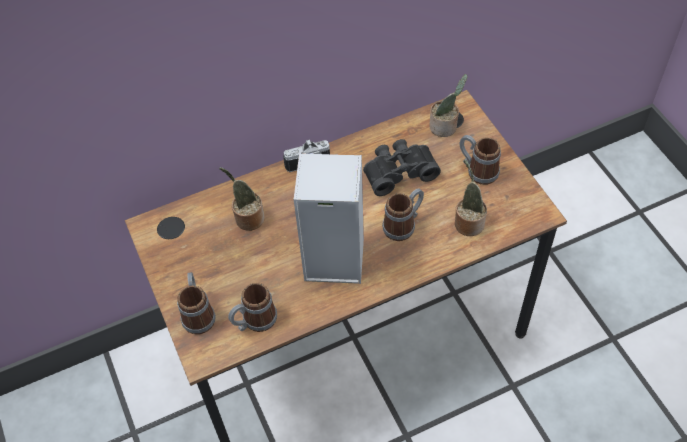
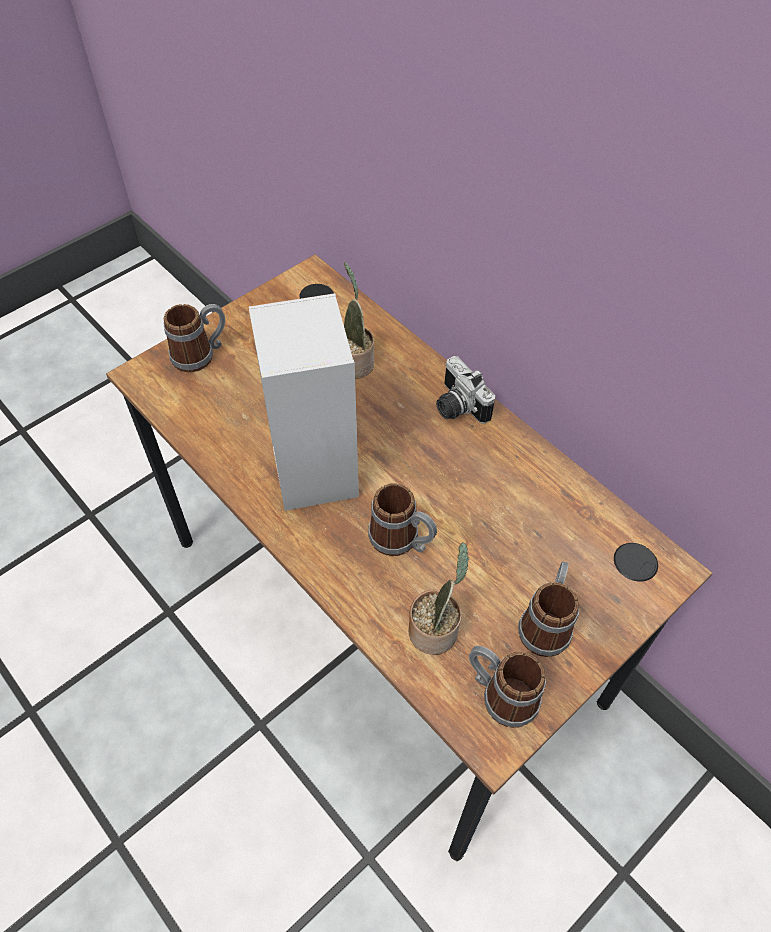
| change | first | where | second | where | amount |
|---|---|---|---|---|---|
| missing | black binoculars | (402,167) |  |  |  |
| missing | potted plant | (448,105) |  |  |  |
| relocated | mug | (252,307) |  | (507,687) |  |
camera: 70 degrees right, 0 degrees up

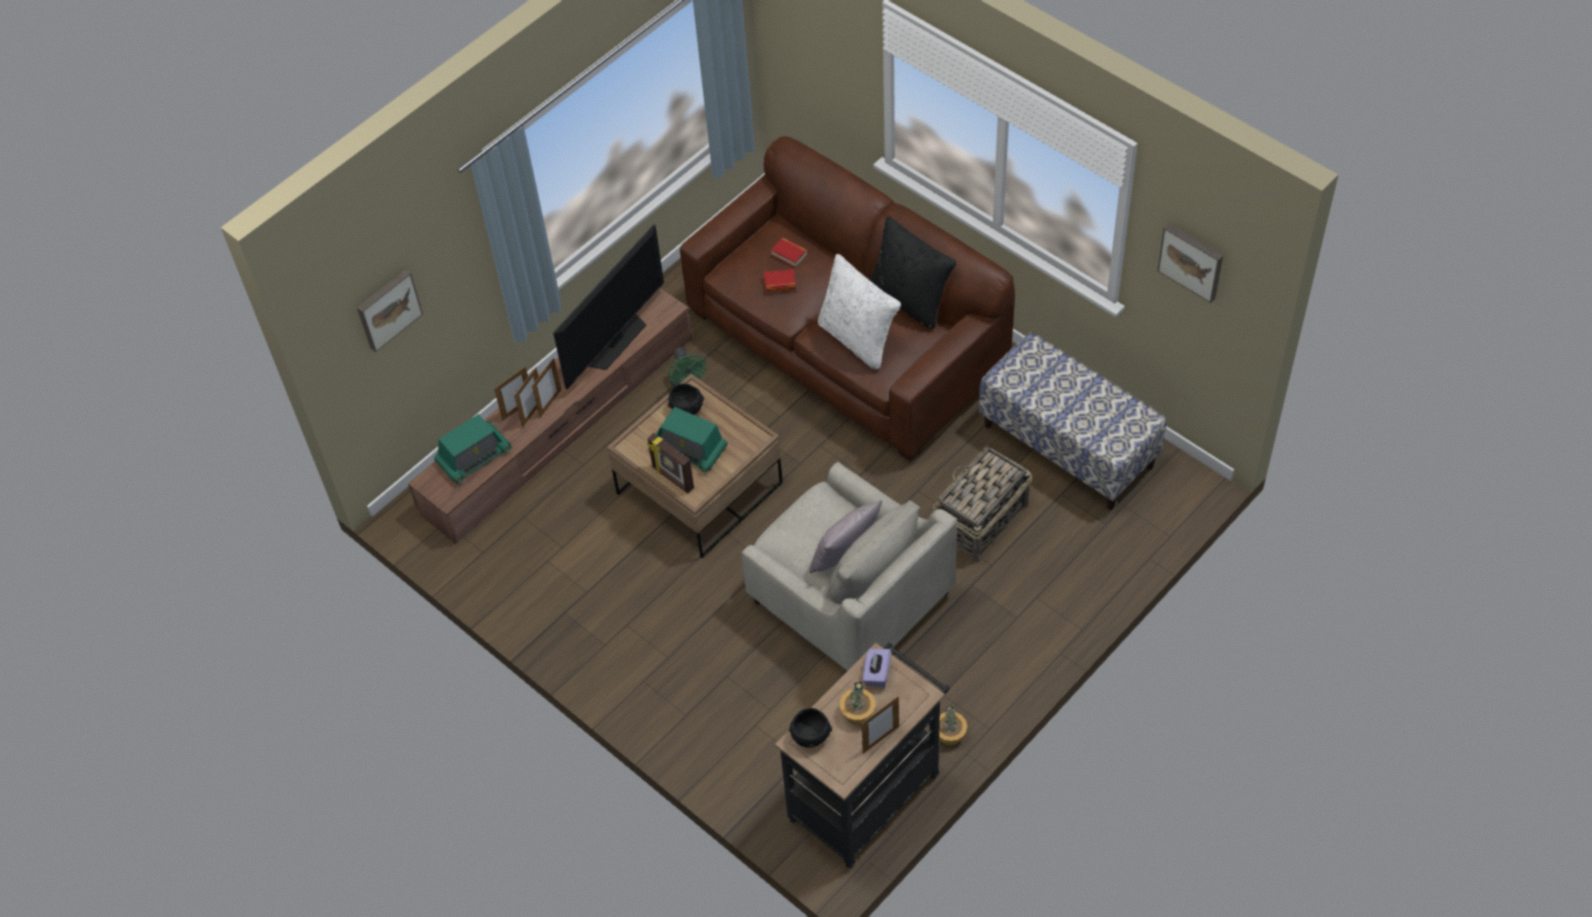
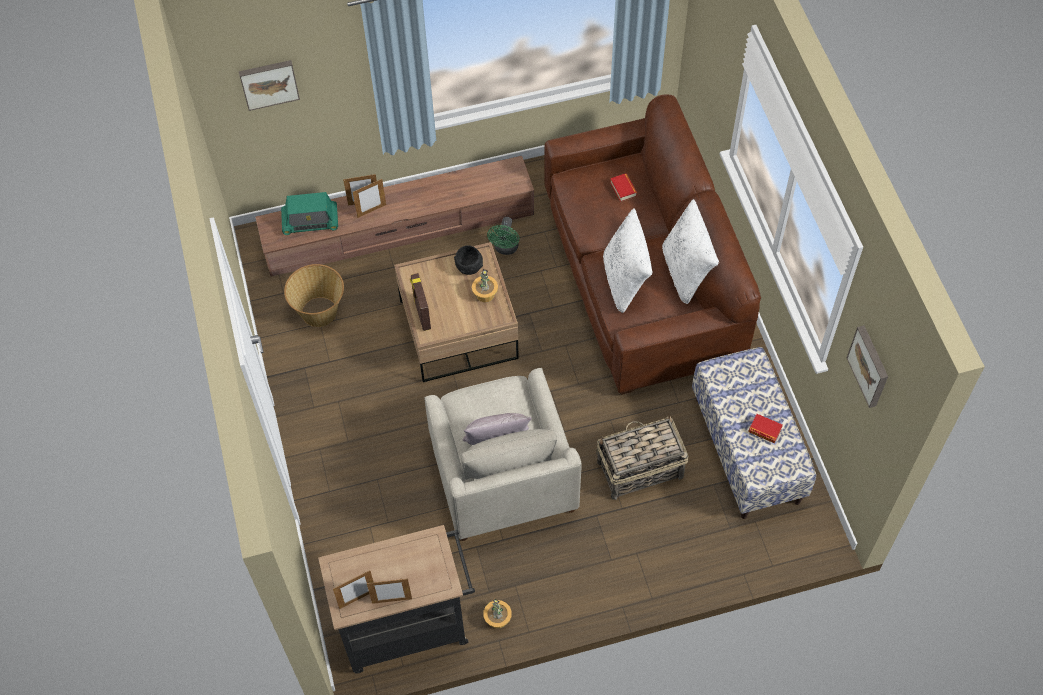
| change | first | where | second | where | amount |
|---|---|---|---|---|---|
| missing | television | (608,307) |  |  |  |
| missing | radio | (692,439) |  |  |  |
| missing | black bowl | (810,728) |  |  |  |
| missing | purple tissue box | (877,668) |  |  |  |
| appeared |  |  | basket | (314,295) |  |
| relocated | picture frame | (546,388) |  | (353,589) |  |
| relocated | book | (780,281) |  | (765,428) |  |
| relocated | potted plant | (858,703) |  | (485,285) |  |
| colour | black pillow | (913,273) | white pillow | (690,251) |  |
camera: 30 degrees right, 5 degrees up

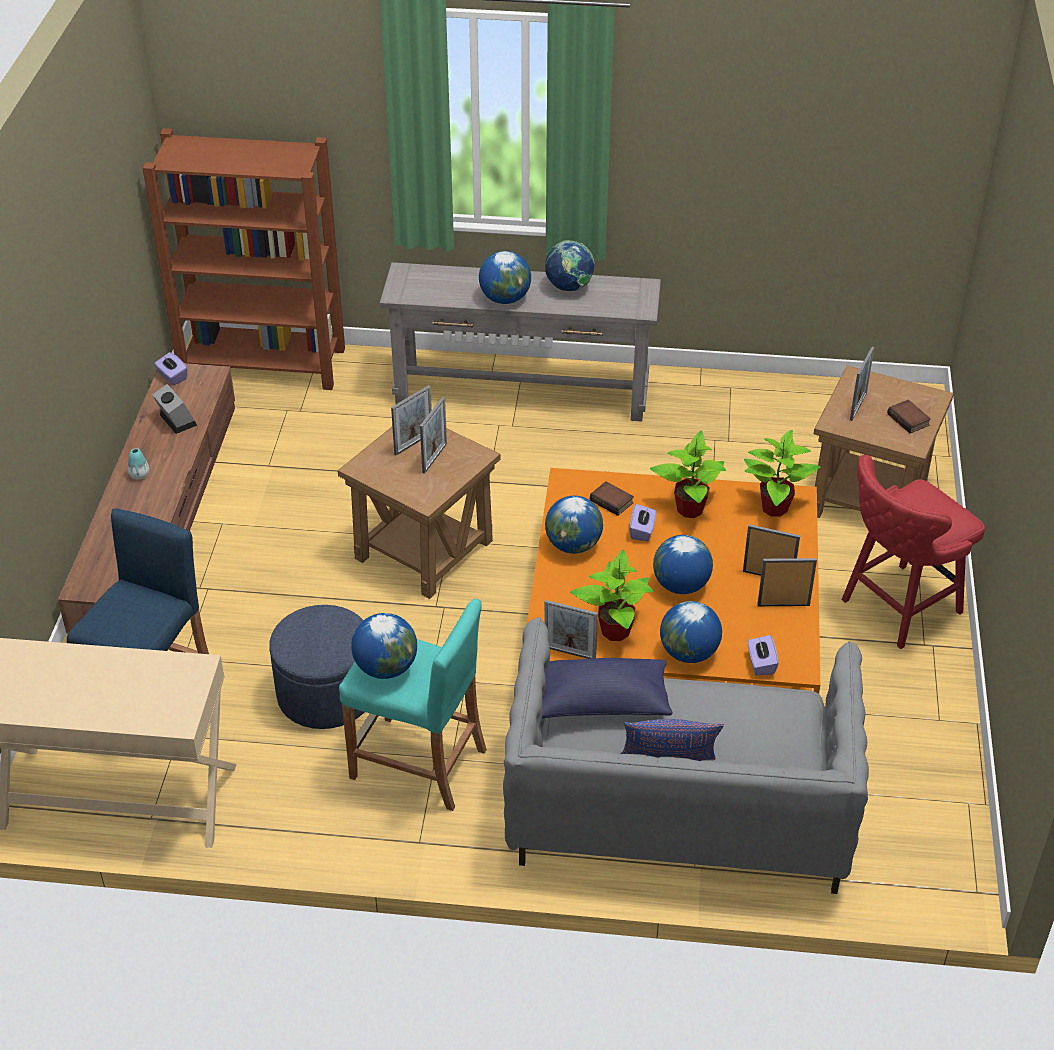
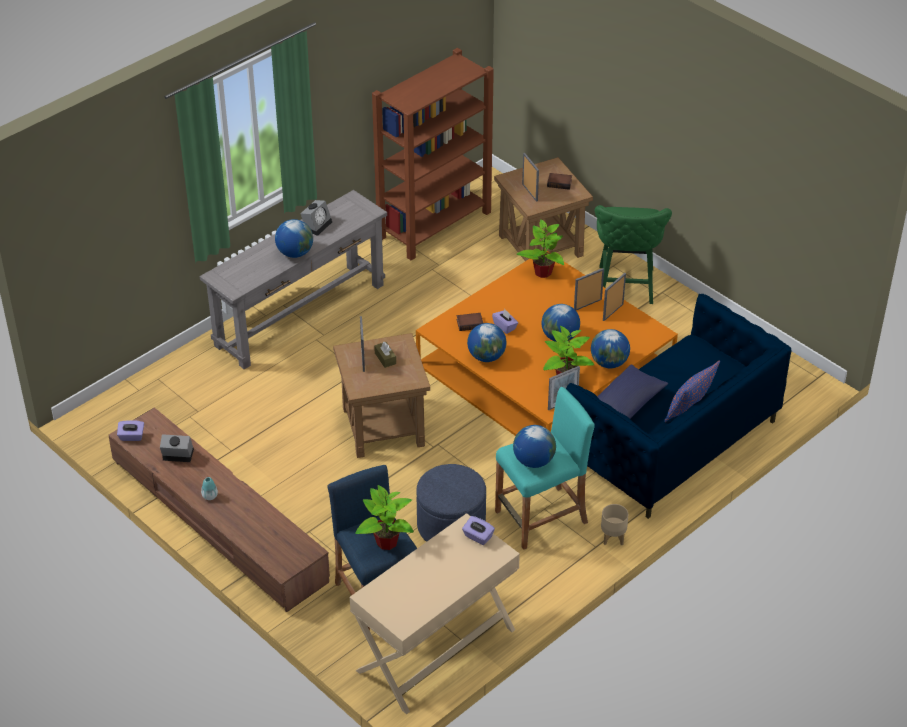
| change | first | where | second | where | amount |
|---|---|---|---|---|---|
| appeared |  |  | beige planter | (614,524) |  |
| relocated | brown bookcase | (243,259) |  | (433,154) |  |
| relocated | potted plant | (688,474) |  | (384,517) |  |
| relocated | purple tissue box | (763,655) |  | (478,530) |  |
| exchanged | picture frame | (433,435) | brown tissue box | (385,354) |  |
| exchanged | globe | (570,265) | alarm clock | (316,218) |  |
| colour | grey sofa | (686,755) | blue sofa | (678,406) |  |
| colour | red stool | (913,552) | green stool | (633,254) |  |
camera: 50 degrees left, 0 degrees up

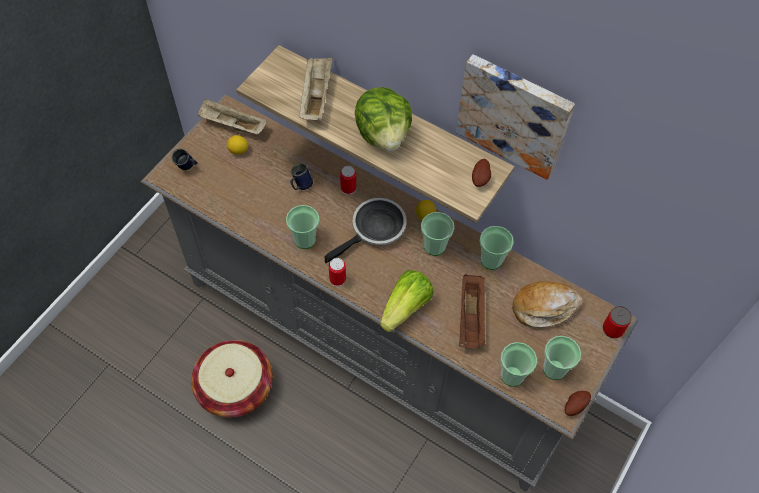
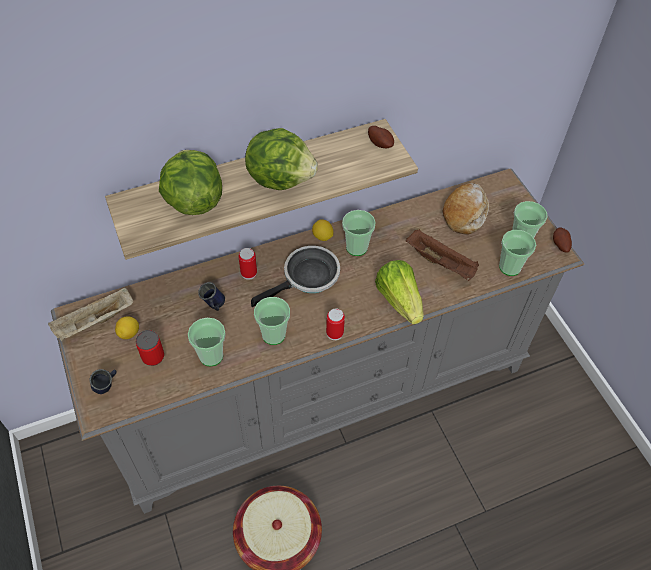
| change | first | where | second | where | amount |
|---|---|---|---|---|---|
| missing | picture | (515,117) |  |  |  |
| relocated | cup | (497,248) |  | (207,342) |  |
| relocated | can | (617,322) |  | (150,348) |  |
| exchanged | beige tray | (316,89) | lettuce | (190,182) |  |
| spun | frying pan | (365,230) |  | (295,276) | 60 degrees clockwise |
camera: 55 degrees left, 5 degrees down

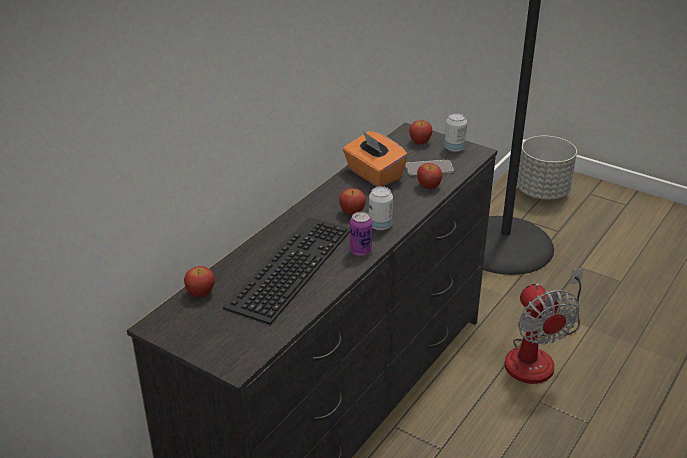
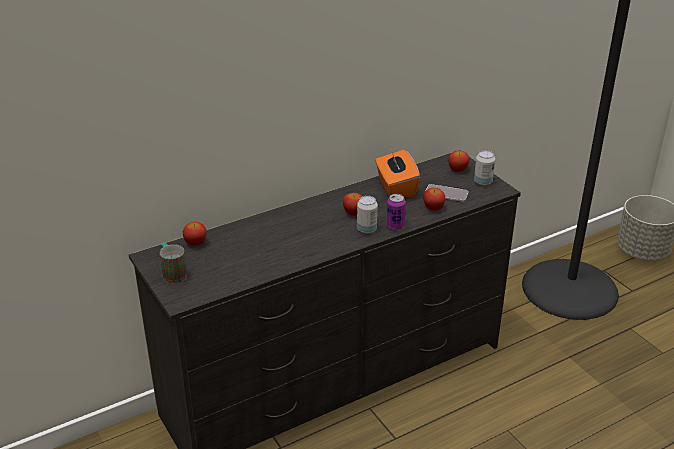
| change | first | where | second | where | amount |
|---|---|---|---|---|---|
| missing | keyboard | (286,271) |  |  |  |
| missing | fan | (544,326) |  |  |  |
| appeared |  |  | mug | (173,263) |  |
| relocated | can | (361,234) |  | (396,212) |  |
camera: 25 degrees right, 0 degrees up

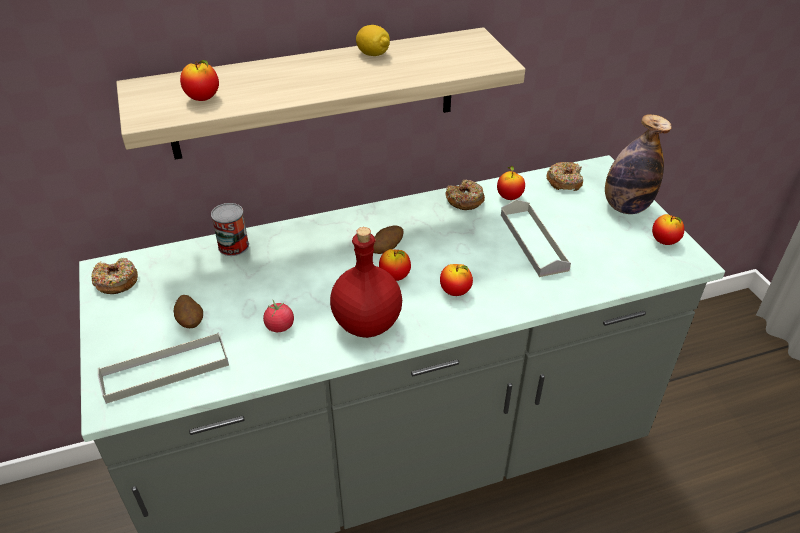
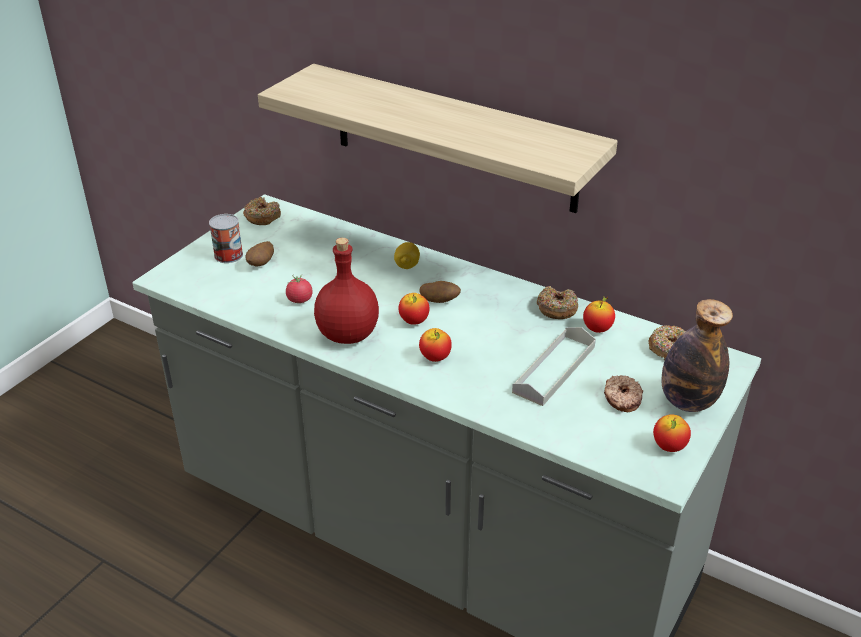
| change | first | where | second | where | amount |
|---|---|---|---|---|---|
| missing | grey tray | (163,368) |  |  |  |
| missing | apple | (199,80) |  |  |  |
| appeared |  |  | donut | (623,393) |  |
| relocated | can | (230,229) |  | (226,238) |  |
| relocated | lemon | (373,40) |  | (407,255) |  |
camera: 50 degrees right, 5 degrees down

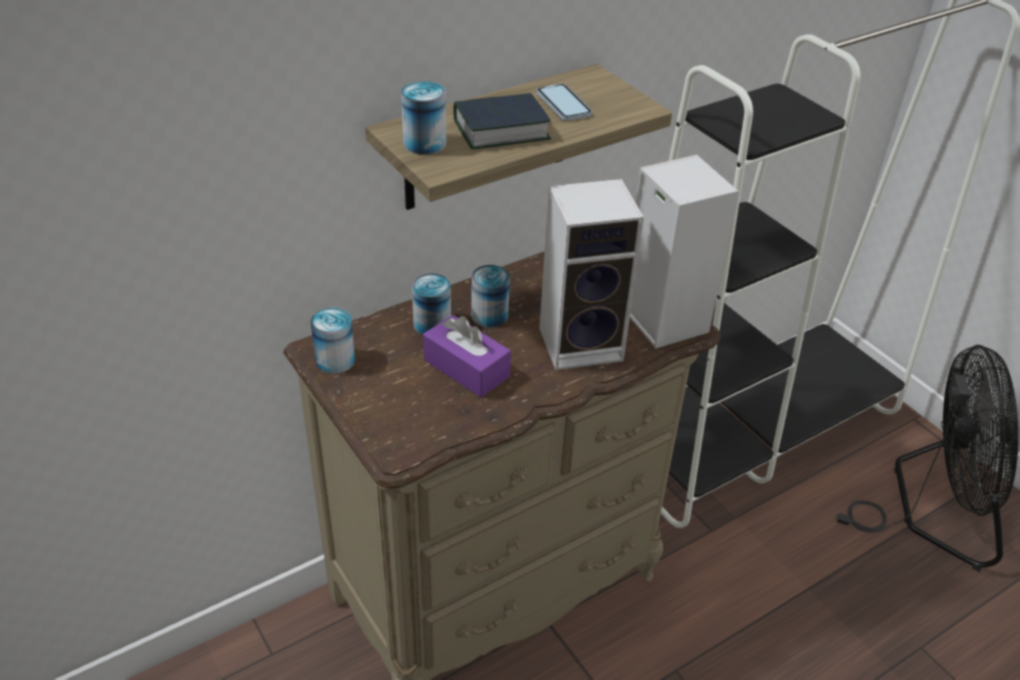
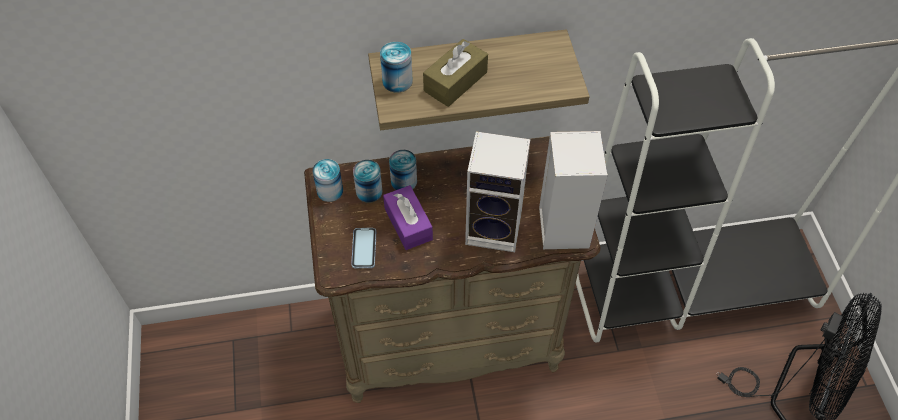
| change | first | where | second | where | amount |
|---|---|---|---|---|---|
| relocated | can | (490,296) |  | (367,181) |  |
| relocated | phone | (564,102) |  | (363,248) |  |
| exchanged | book | (502,121) | brown tissue box | (455,73) |  |
camera: 25 degrees right, 15 degrees up

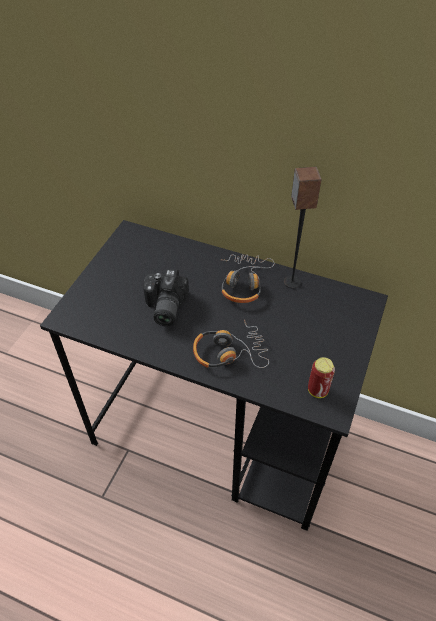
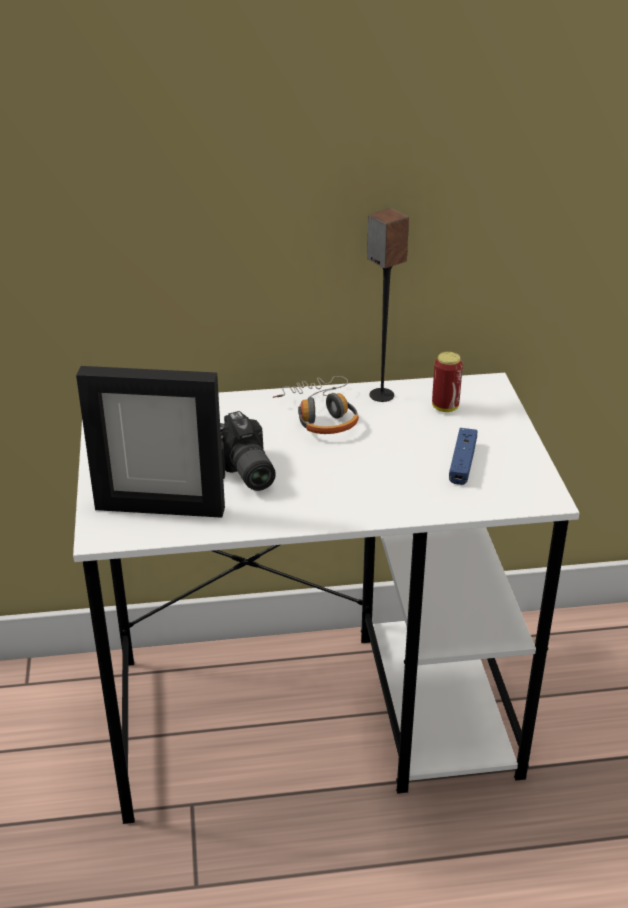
| change | first | where | second | where | amount |
|---|---|---|---|---|---|
| missing | headphones | (231,344) |  |  |  |
| appeared |  |  | picture frame | (150,442) |  |
| appeared |  |  | blue game controller | (463,456) |  |
| relocated | can | (321,377) |  | (447,382) |  |
| colour | black desk | (214,375) | white desk | (326,598) |  |
camera: 30 degrees left, 15 degrees down

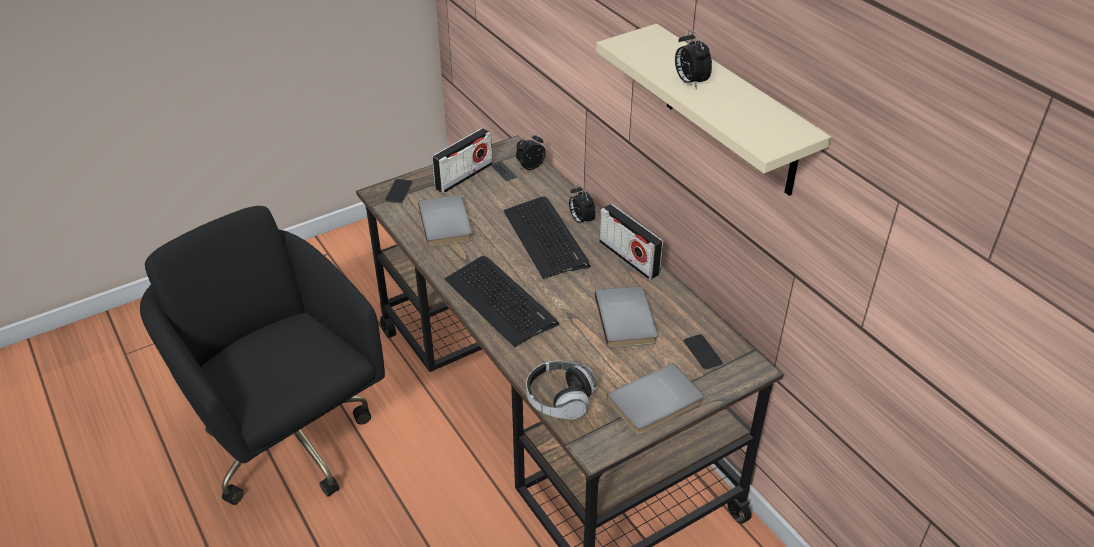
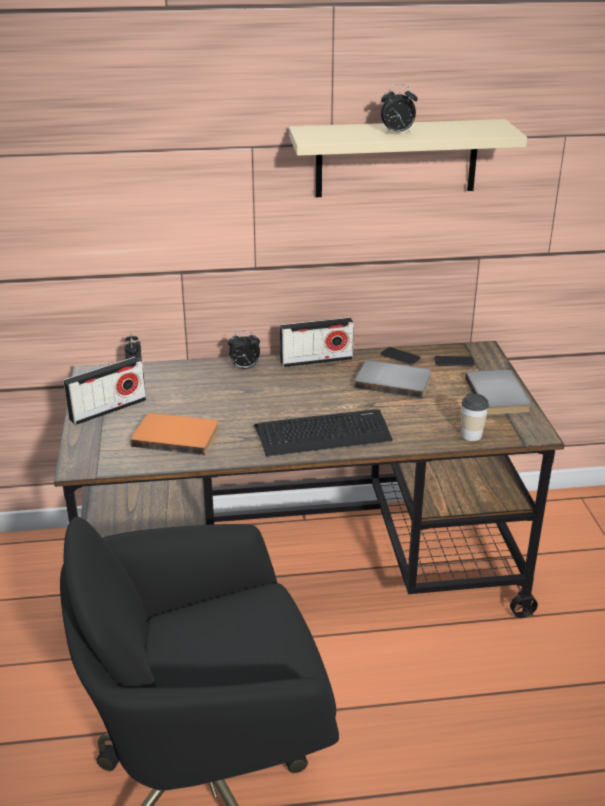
| change | first | where | second | where | amount |
|---|---|---|---|---|---|
| missing | keyboard | (546,238) |  |  |  |
| relocated | phone | (398,191) |  | (400,356) |  |
| exchanged | headphones | (561,390) | cup | (475,417) |  |
| colour | grey book | (445,221) | orange book | (174,434) |  |
| spun | radio | (462,160) |  | (104,391) | 75 degrees clockwise |
camera: 65 degrees left, 10 degrees down

